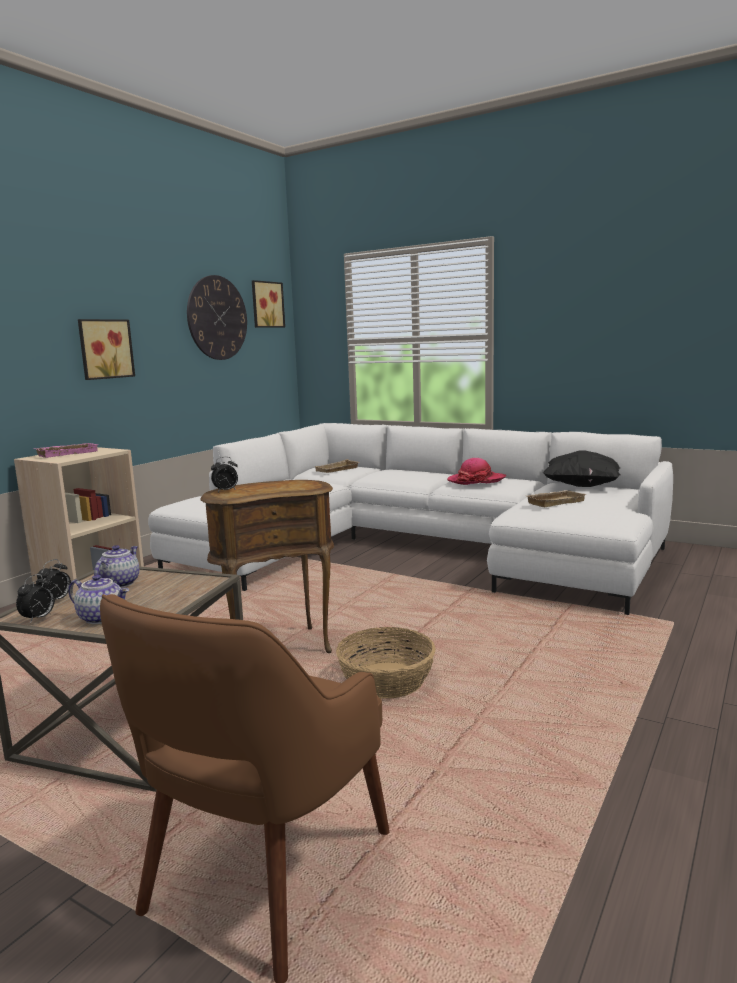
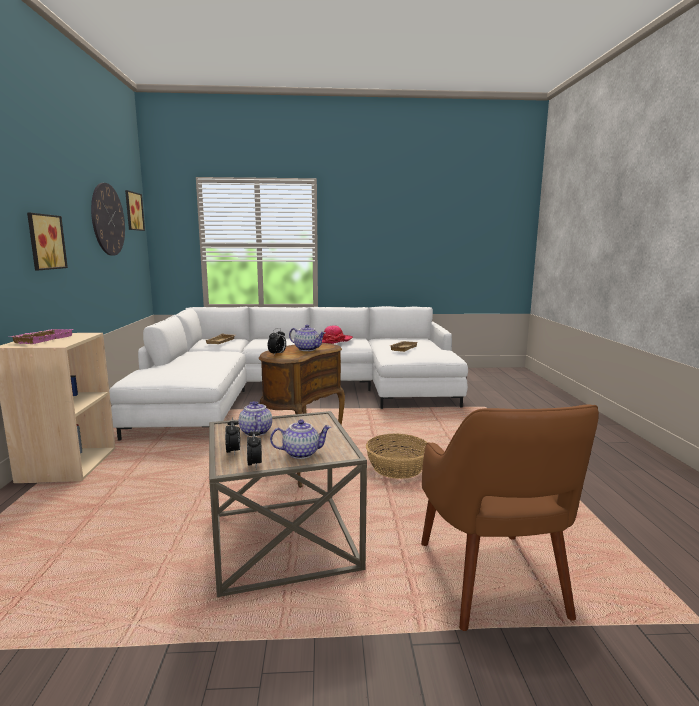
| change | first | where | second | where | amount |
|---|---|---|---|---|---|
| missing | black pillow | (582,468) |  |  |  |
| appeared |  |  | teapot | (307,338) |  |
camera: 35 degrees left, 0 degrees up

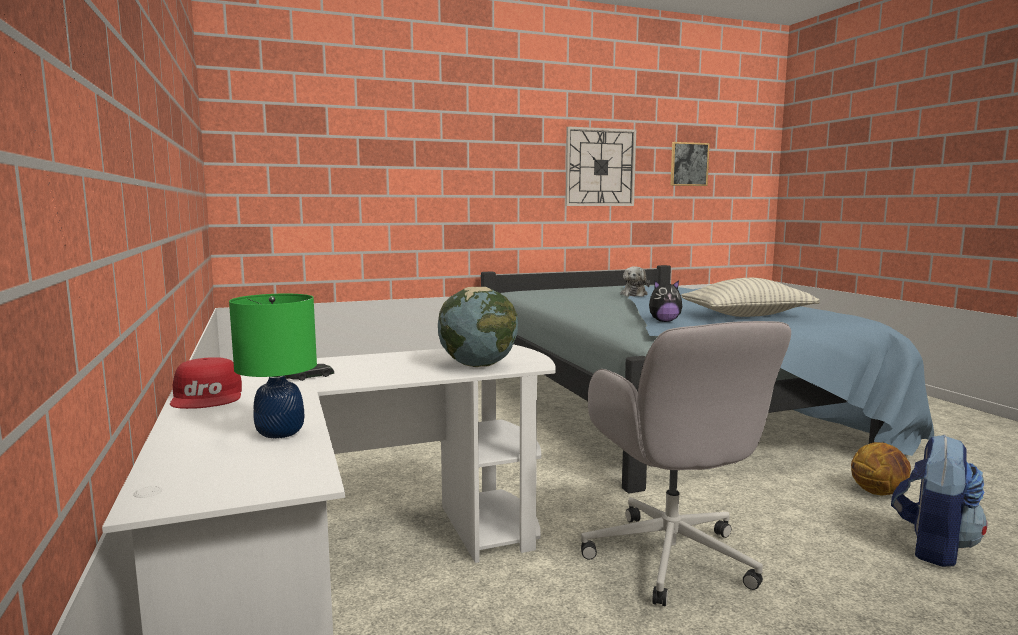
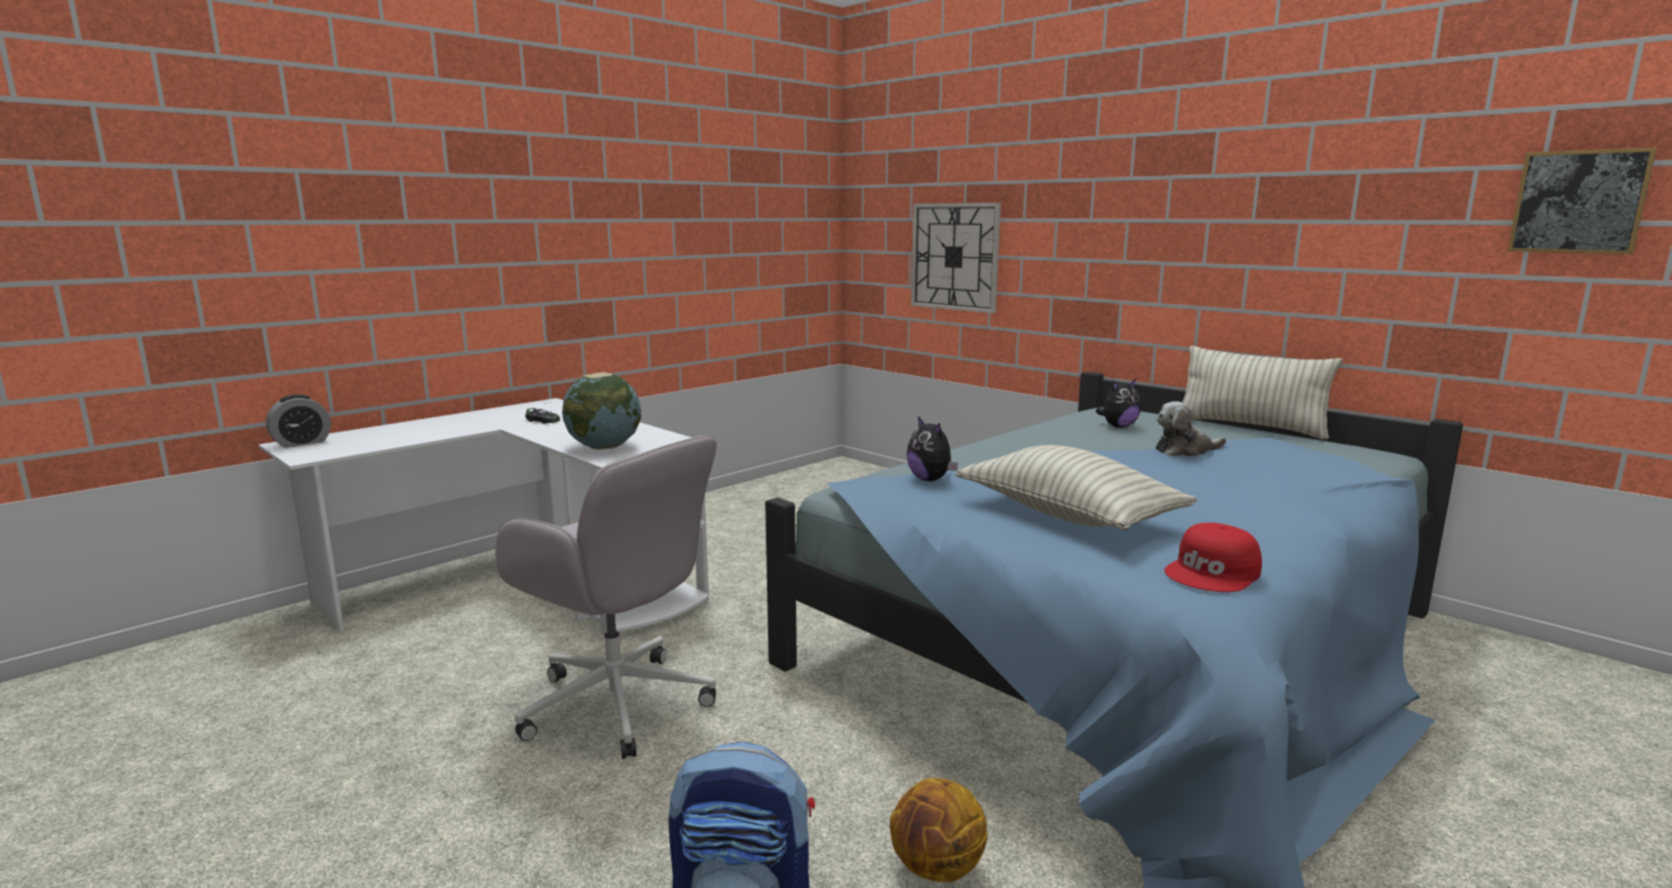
| change | first | where | second | where | amount |
|---|---|---|---|---|---|
| missing | green table lamp | (273,366) |  |  |  |
| appeared |  |  | alarm clock | (298,421) |  |
| appeared |  |  | plush toy | (1118,403) |  |
| appeared |  |  | pillow | (1262,392) |  |
| relocated | red cap | (206,383) |  | (1213,557) |  |
| relocated | wall clock | (600,166) |  | (956,258) |  |
| spun | grey office chair | (686,463) |  | (606,597) | 105 degrees counterclockwise |
camera: 65 degrees right, 5 degrees up

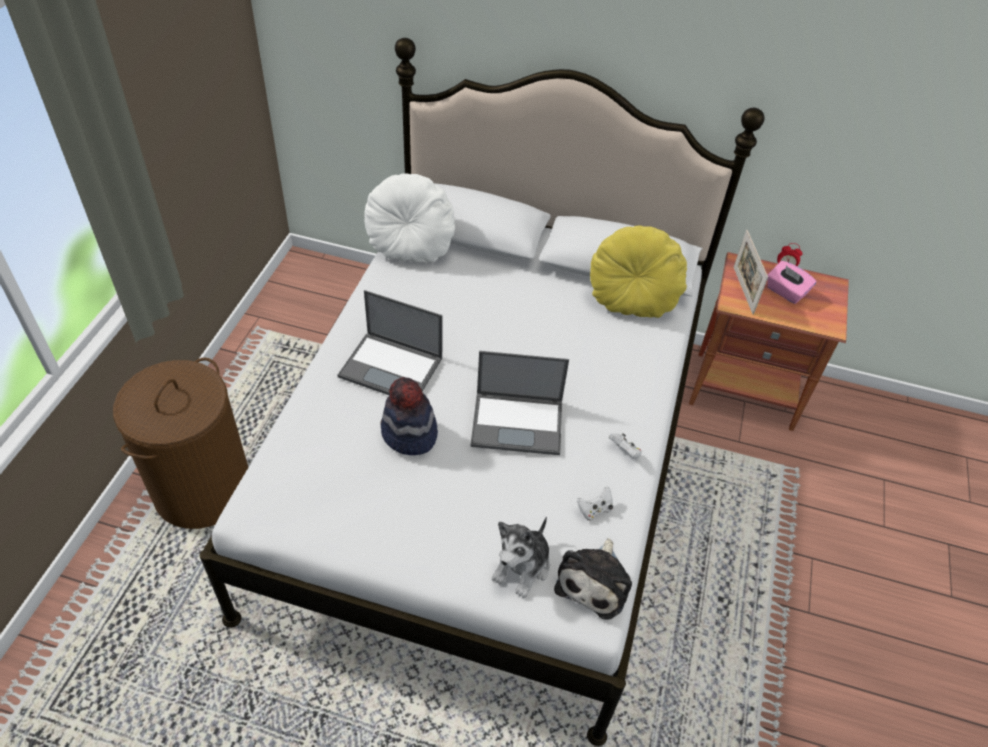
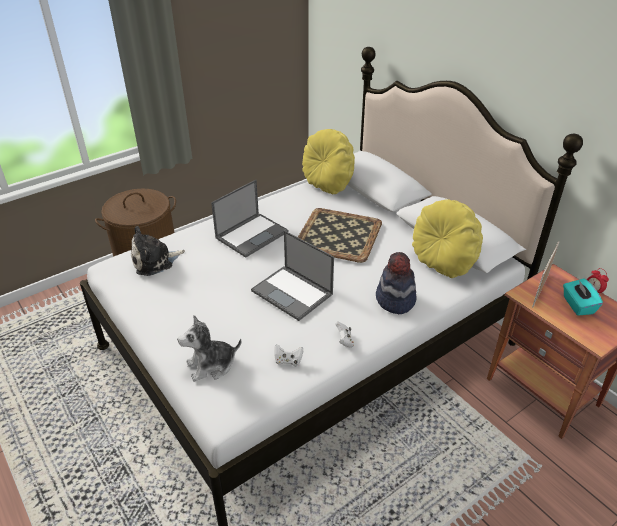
| change | first | where | second | where | amount |
|---|---|---|---|---|---|
| appeared |  |  | tray | (340,235) |  |
| relocated | hat | (409,416) |  | (396,283) |  |
| relocated | plush toy | (593,579) |  | (158,251) |  |
| colour | white pillow | (409,218) | yellow pillow | (328,162) |  |
| colour | pink tissue box | (791,282) | turquoise tissue box | (583,297) |  |
| spun | laptop | (390,342) |  | (249,219) | 105 degrees counterclockwise |
camera: 40 degrees right, 10 degrees down

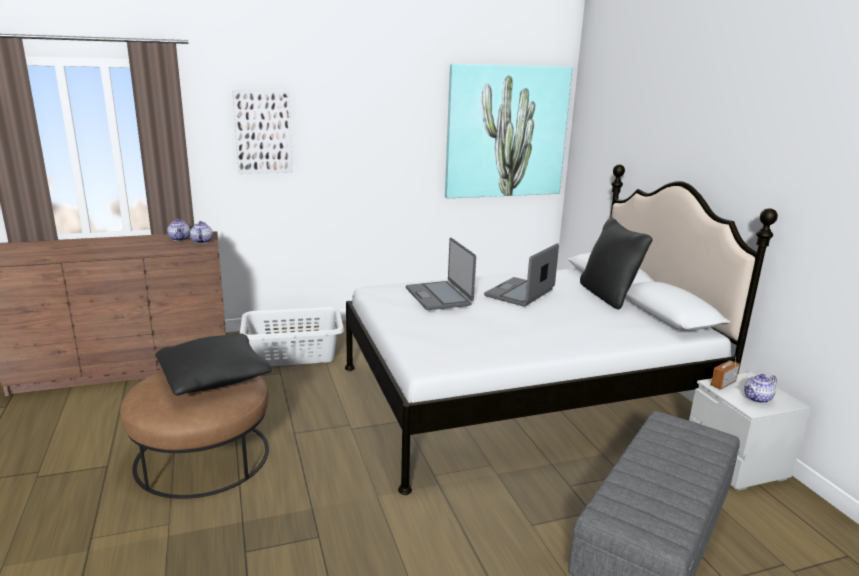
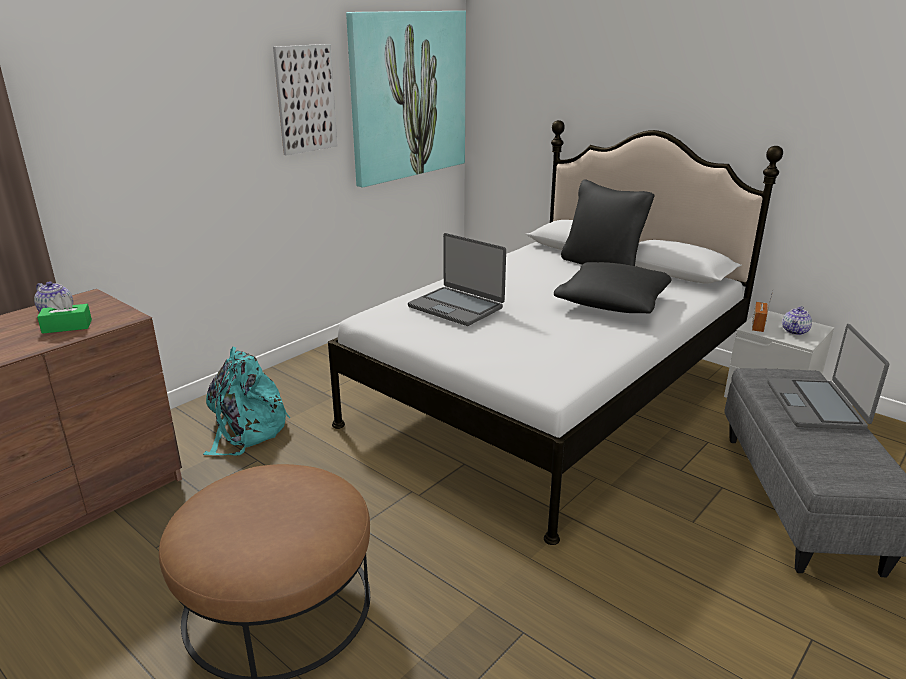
| change | first | where | second | where | amount |
|---|---|---|---|---|---|
| missing | teapot | (201,232) |  |  |  |
| appeared |  |  | green tissue box | (64,314) |  |
| relocated | black pillow | (213,364) |  | (613,287) |  |
| relocated | picture | (262,132) |  | (305,100) |  |
| relocated | laptop | (521,275) |  | (828,377) |  |
| exchanged | grey laundry basket | (292,336) | turquoise backpack | (246,401) |  |
camera: 30 degrees left, 5 degrees up

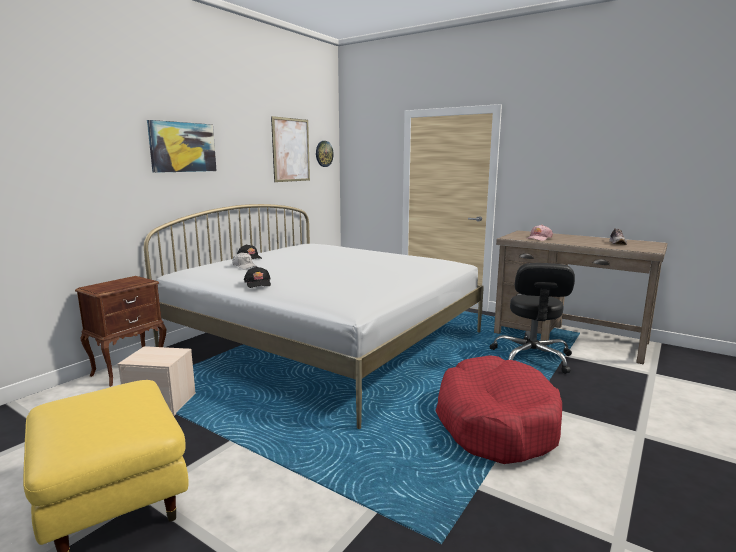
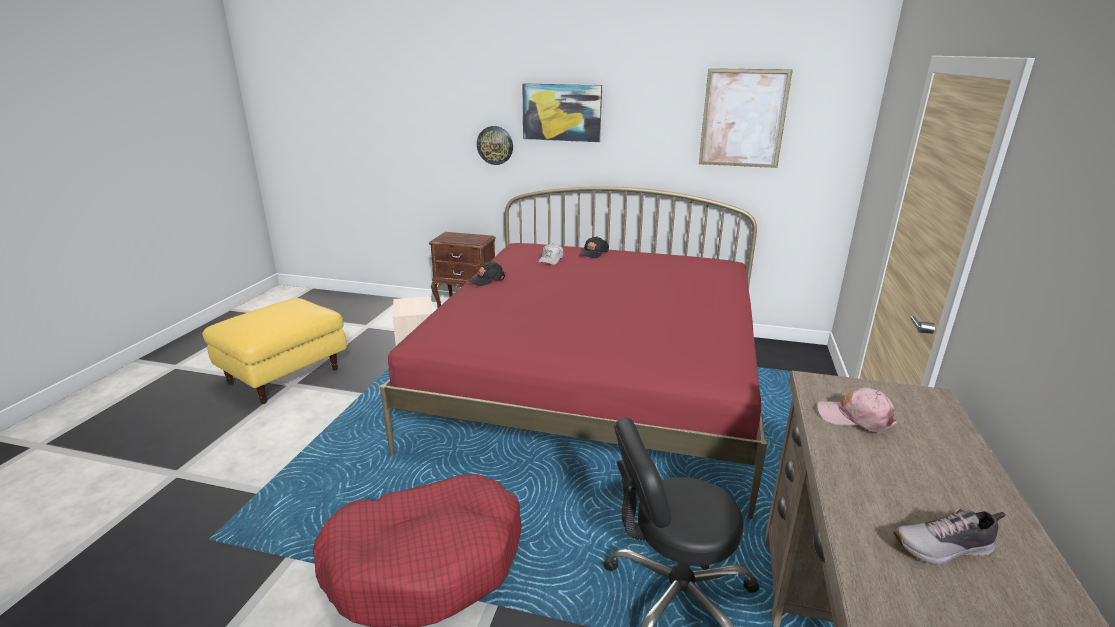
| change | first | where | second | where | amount |
|---|---|---|---|---|---|
| relocated | wall clock | (325,154) |  | (495,145) |  |
| colour | white bed | (314,316) | red bed | (574,352) |  |
camera: 70 degrees right, 10 degrees up

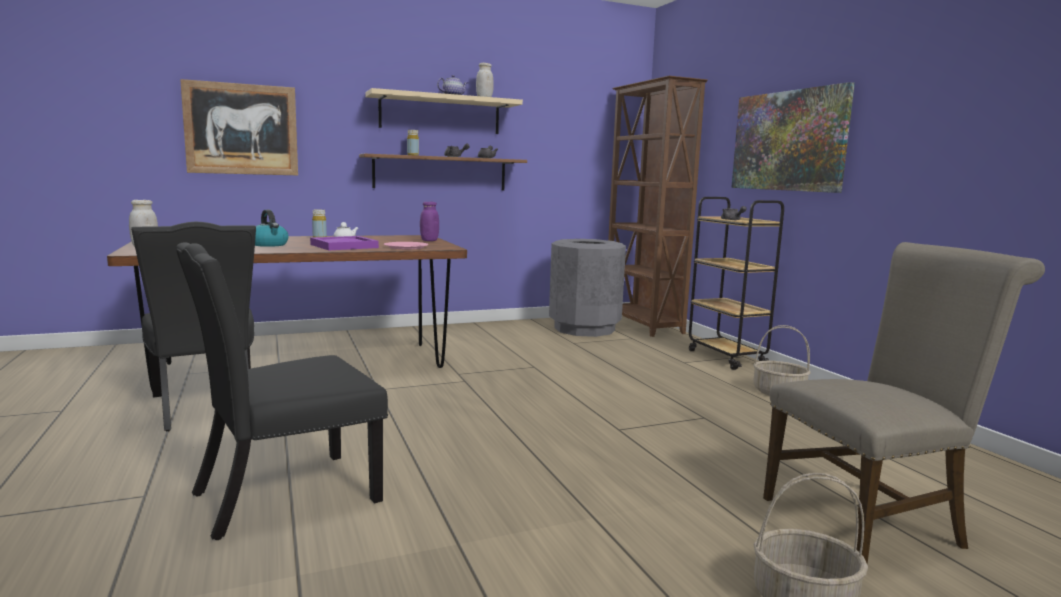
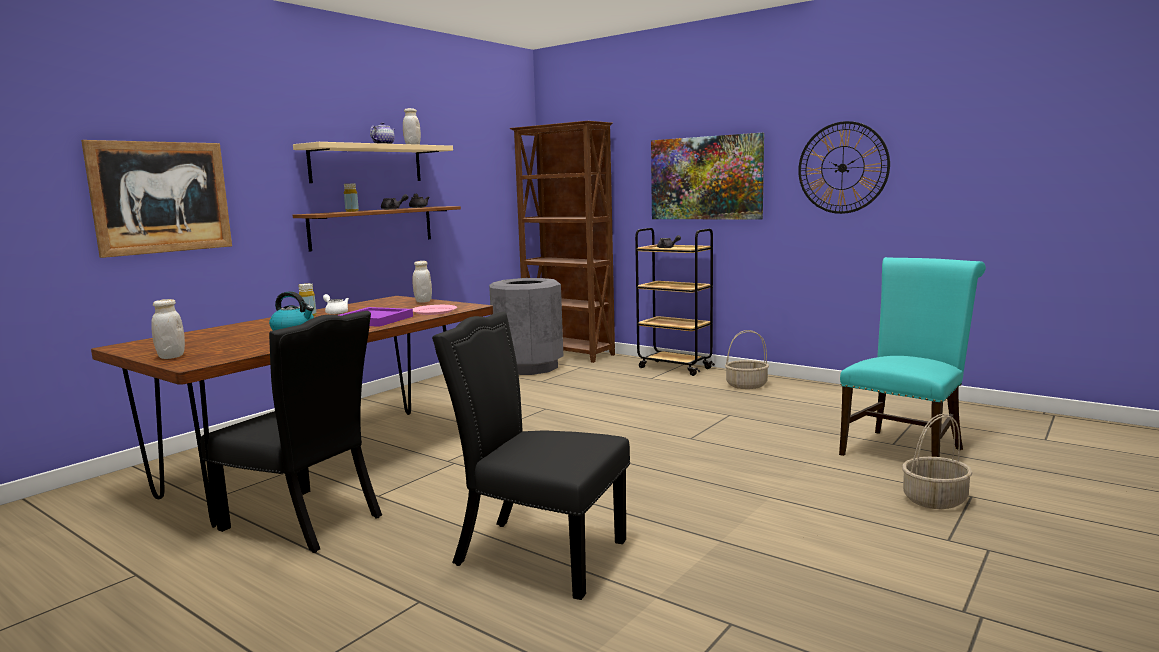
| change | first | where | second | where | amount |
|---|---|---|---|---|---|
| appeared |  |  | wall clock | (844,167) |  |
| colour | purple jar | (429,221) | white jar | (422,282) |  |
| colour | beige chair | (904,403) | turquoise chair | (912,357) |  |
| spun | black chair | (282,391) |  | (531,456) | 90 degrees clockwise |
camera: 30 degrees left, 0 degrees up

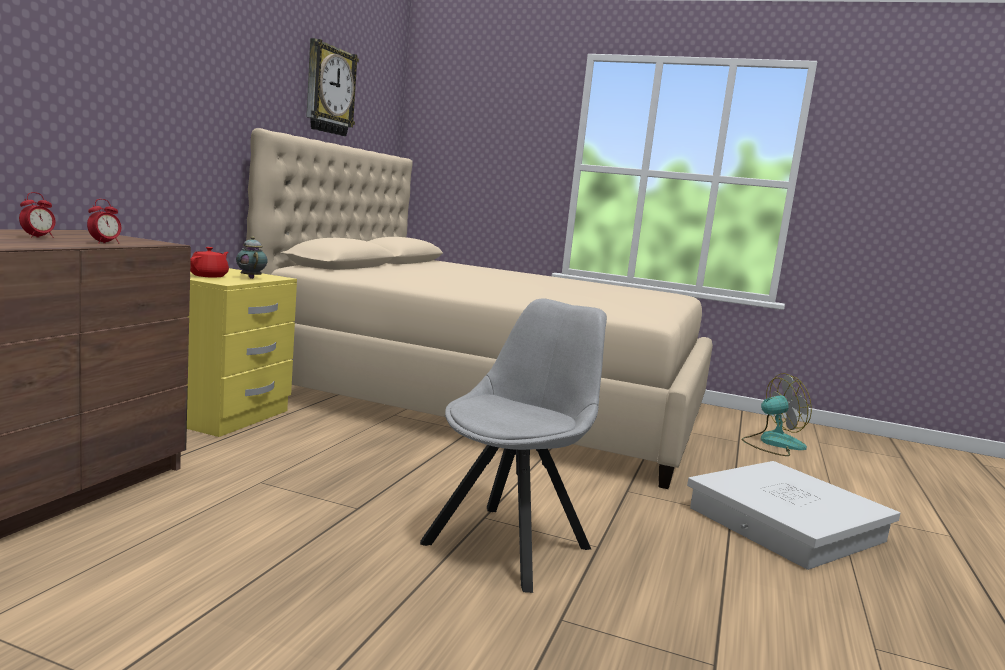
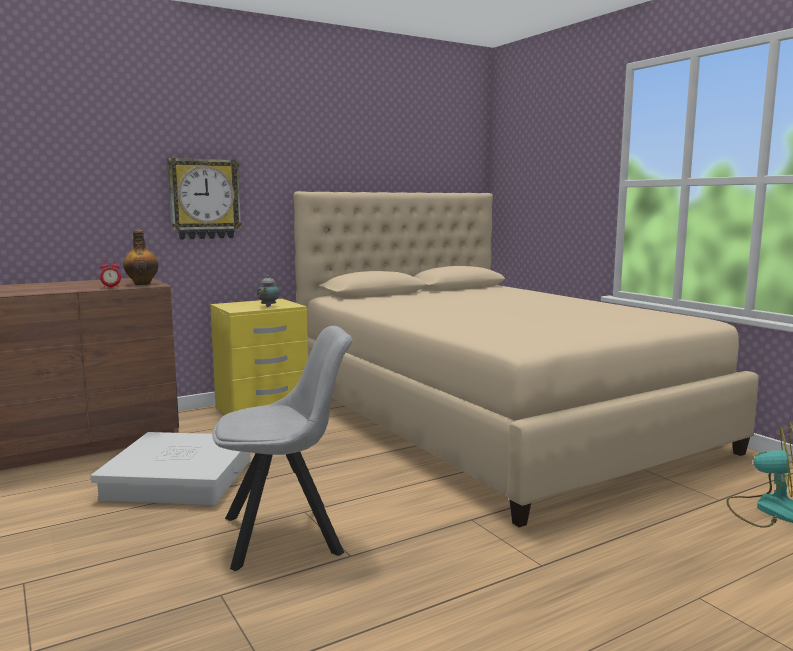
| change | first | where | second | where | amount |
|---|---|---|---|---|---|
| missing | alarm clock | (37,215) |  |  |  |
| missing | red teapot | (209,262) |  |  |  |
| appeared |  |  | bottle | (141,257) |  |
| relocated | wall clock | (332,87) |  | (204,199) |  |
| relocated | white storage box | (793,515) |  | (170,468) |  |
camera: 40 degrees right, 0 degrees up

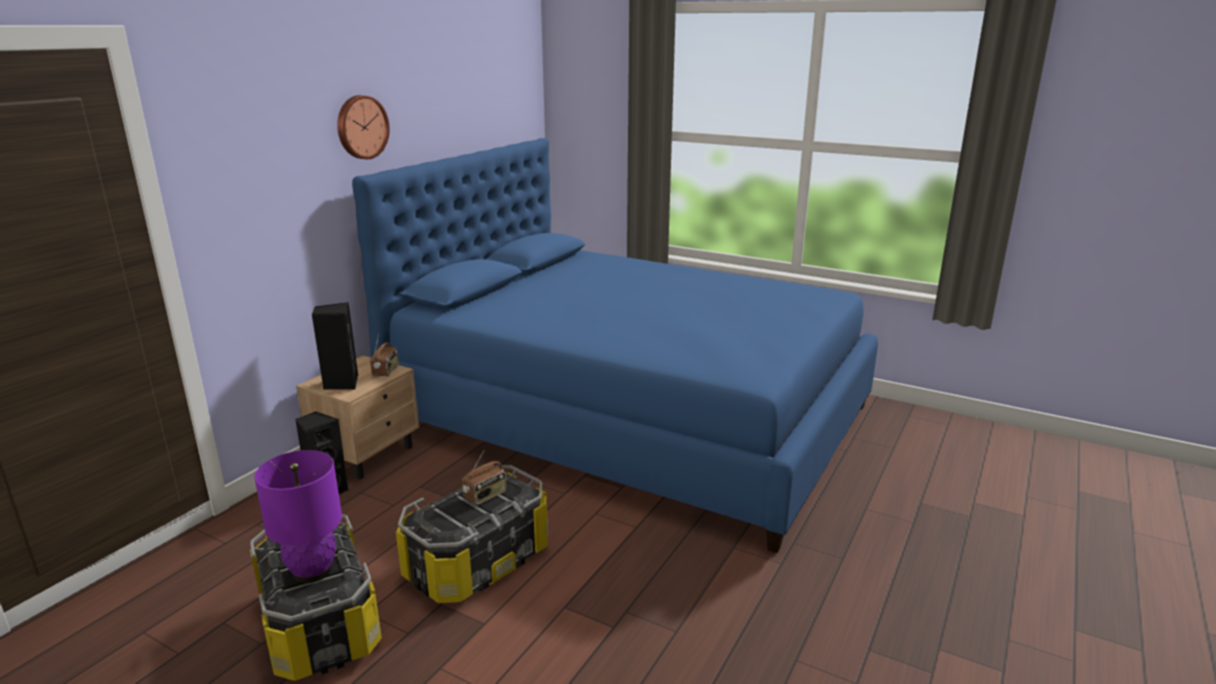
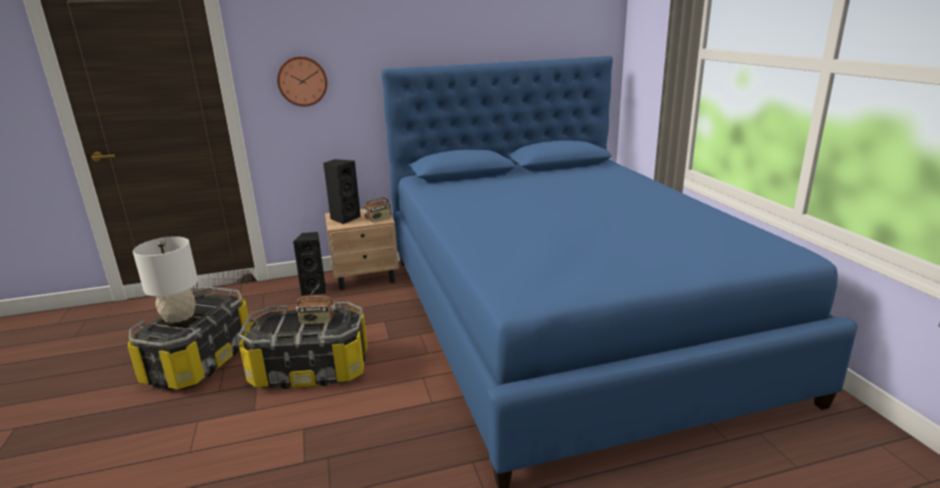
| change | first | where | second | where | amount |
|---|---|---|---|---|---|
| relocated | wall clock | (363,127) |  | (302,81) |  |
| colour | purple table lamp | (298,516) | white table lamp | (165,281) |  |
camera: 45 degrees right, 0 degrees up

